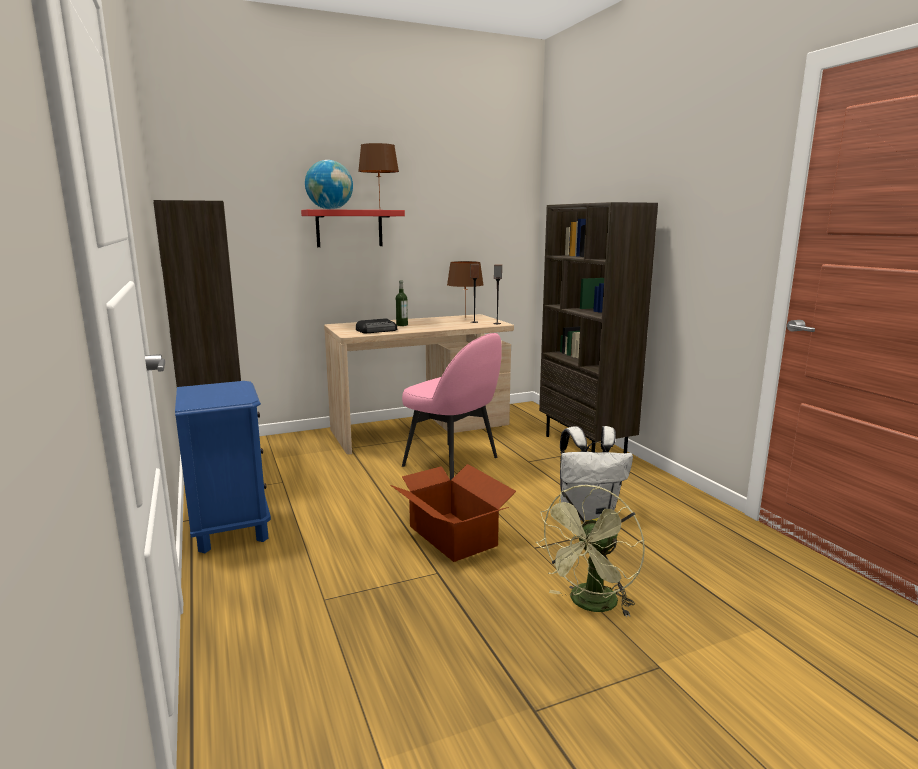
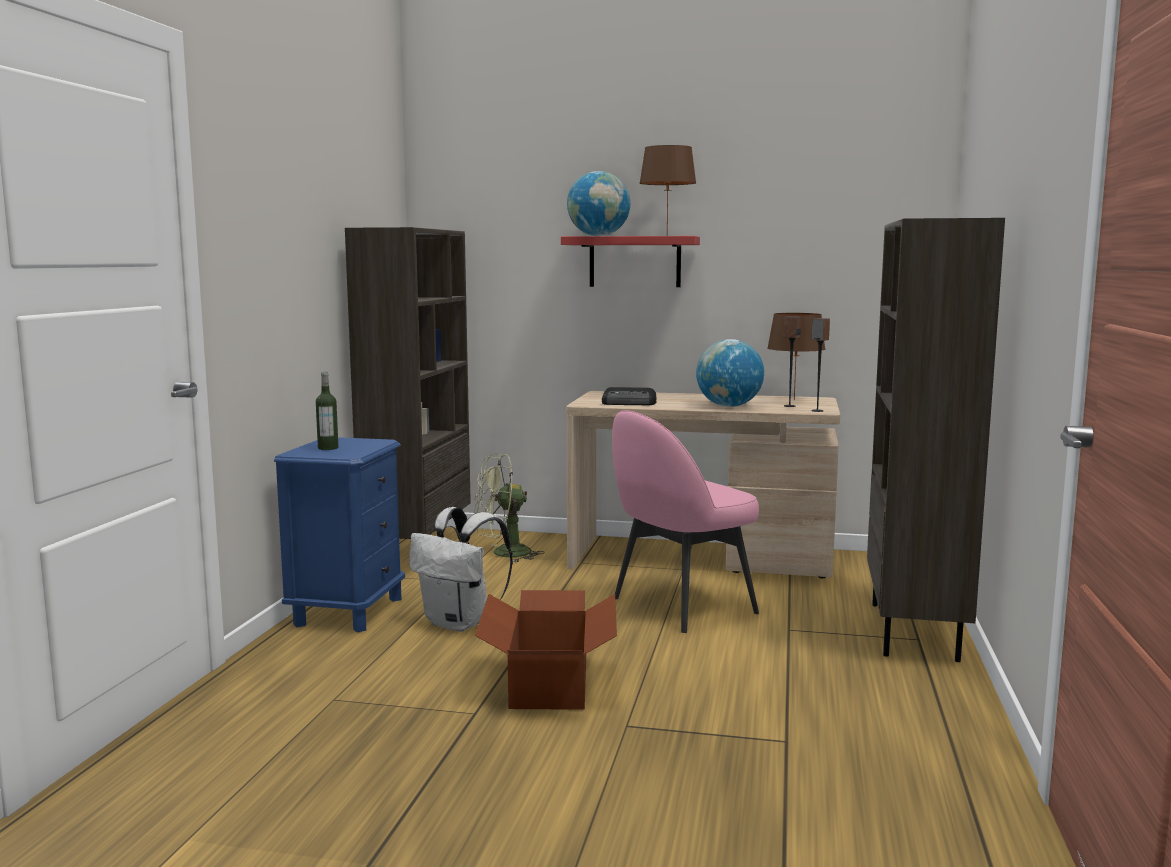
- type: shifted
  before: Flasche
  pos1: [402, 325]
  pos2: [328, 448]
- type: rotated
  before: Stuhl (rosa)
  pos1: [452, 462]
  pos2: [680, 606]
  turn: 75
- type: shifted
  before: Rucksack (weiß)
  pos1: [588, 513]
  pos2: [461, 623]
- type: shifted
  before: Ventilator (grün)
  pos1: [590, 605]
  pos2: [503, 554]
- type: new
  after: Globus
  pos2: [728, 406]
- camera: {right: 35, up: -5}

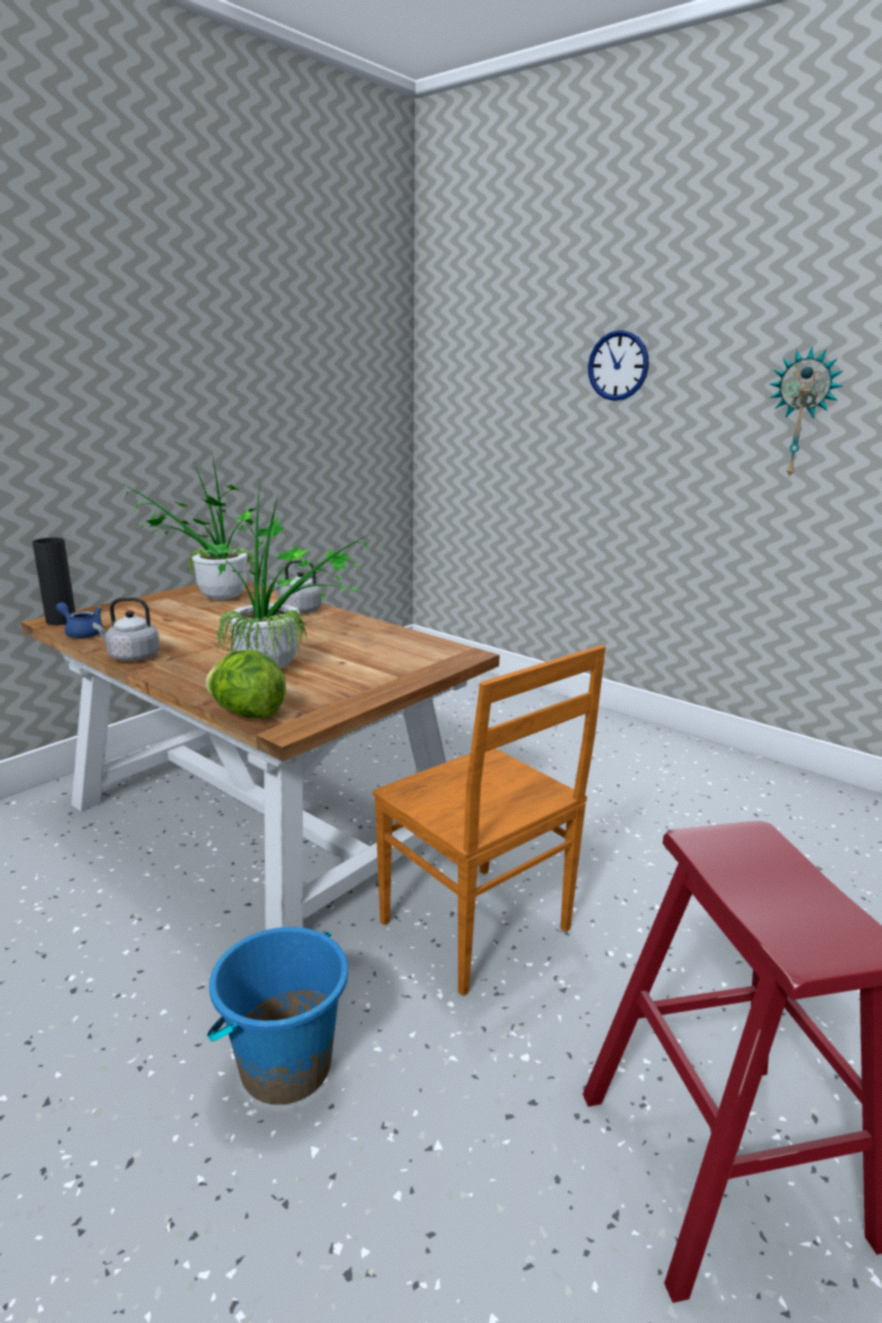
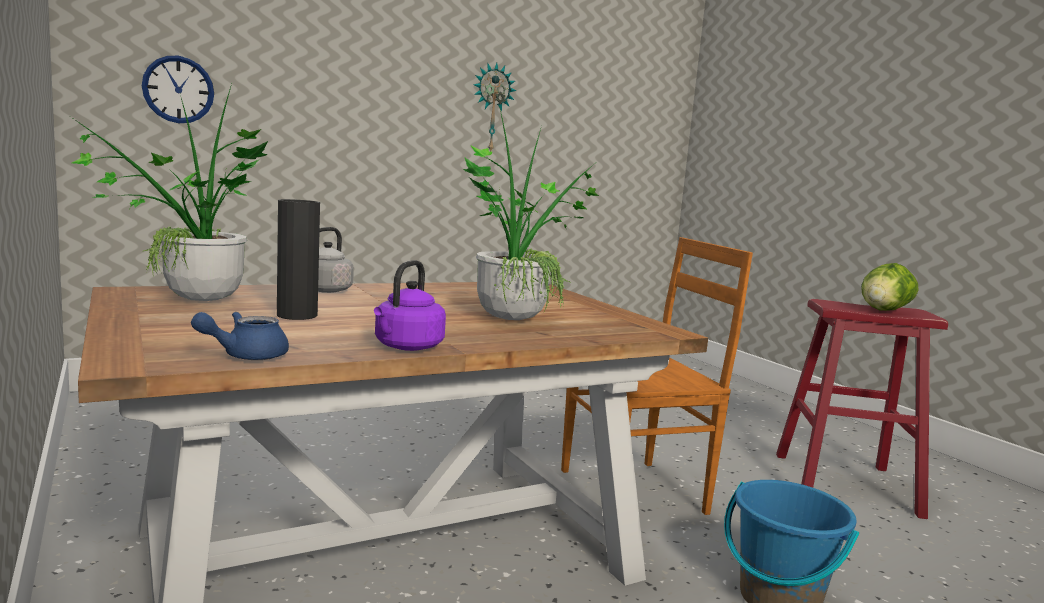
- type: shifted
  before: Wanduhr
  pos1: [618, 366]
  pos2: [178, 89]
- type: shifted
  before: Vase (schwarz)
  pos1: [61, 621]
  pos2: [297, 315]
- type: repainted
  before: Wasserkessel (grau)
  after: Wasserkessel (lila)
  pos1: [131, 657]
  pos2: [407, 347]
- type: shifted
  before: Salatkopf
  pos1: [247, 714]
  pos2: [884, 310]
- camera: {right: -70, up: -10}

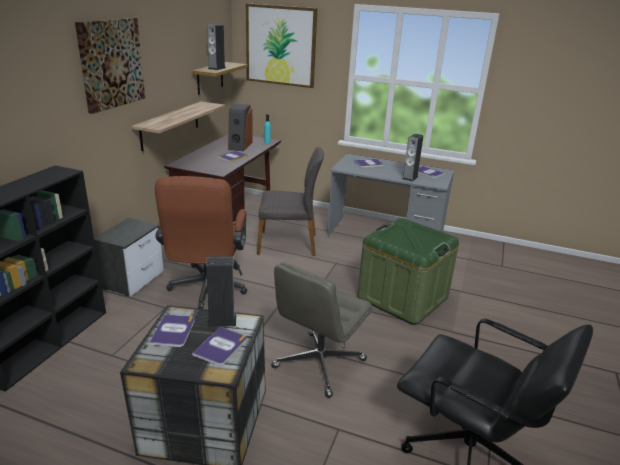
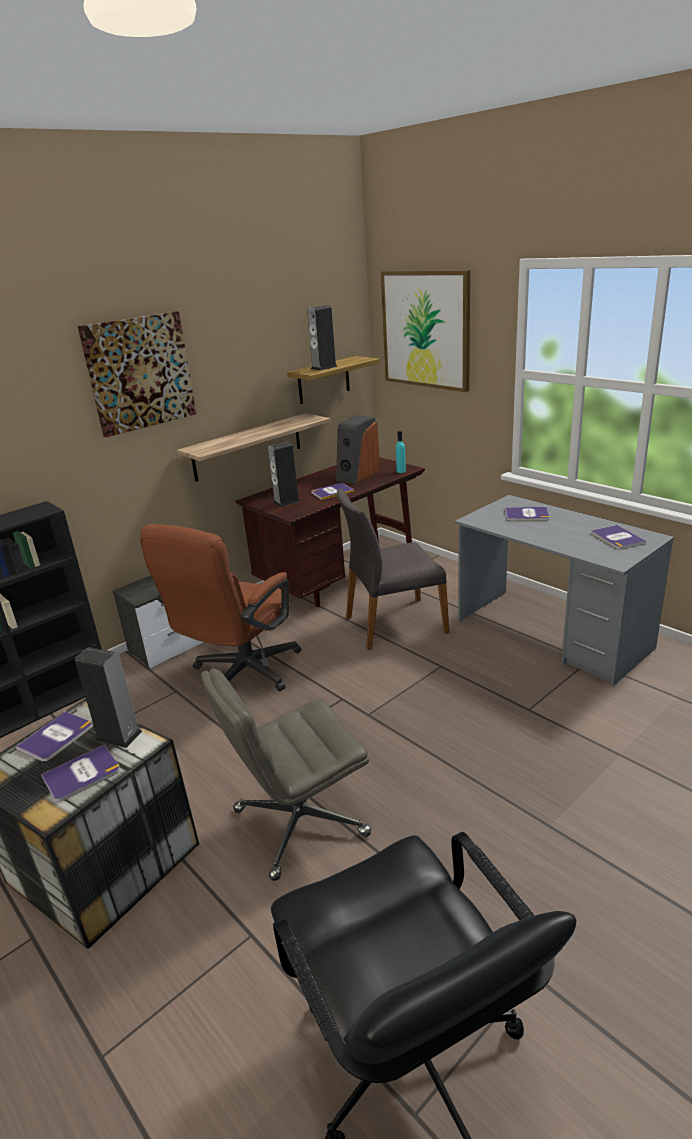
- type: shifted
  before: Lautsprecher
  pos1: [410, 177]
  pos2: [286, 502]
- type: rotated
  before: Stuhl (grau)
  pos1: [288, 243]
  pos2: [394, 624]
  turn: 135
- type: gone
  before: Aufbewahrungsbox (grün)
  pos1: [402, 297]
- camera: {right: 30, up: 0}

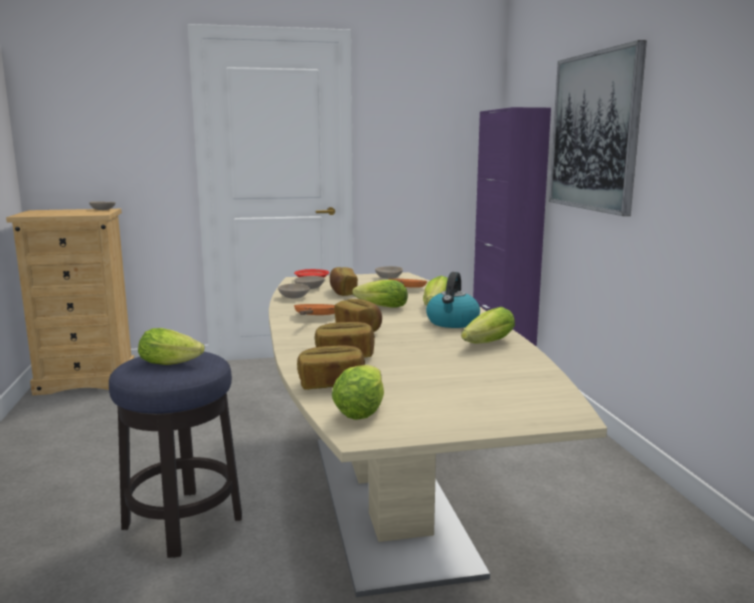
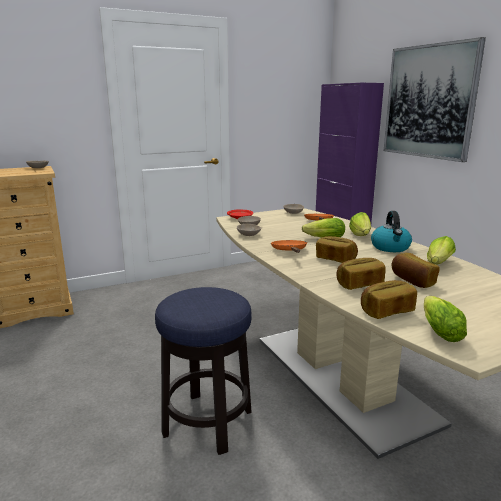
- type: shifted
  before: Brot
  pos1: [342, 292]
  pos2: [412, 281]
- type: gone
  before: Salatkopf
  pos1: [173, 363]
- camera: {right: -15, up: 5}

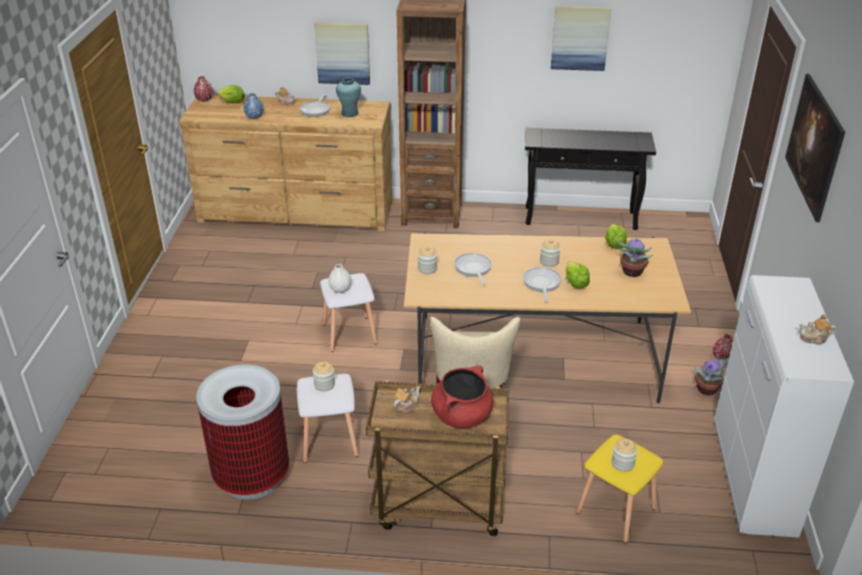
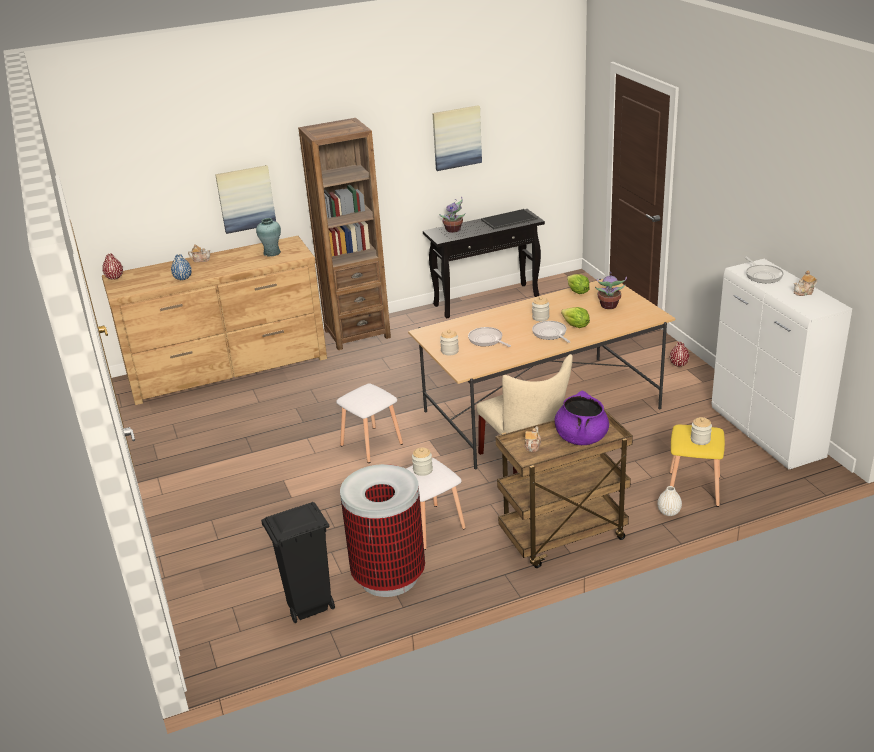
- type: gone
  before: Bild
  pos1: [808, 167]
- type: gone
  before: Salatkopf
  pos1: [232, 102]
- type: shifted
  before: Pfanne
  pos1: [316, 110]
  pos2: [762, 275]
- type: shifted
  before: Vase (weiß)
  pos1: [340, 289]
  pos2: [669, 512]
- type: shifted
  before: Topfpflanze
  pos1: [707, 390]
  pos2: [454, 230]
- type: repainted
  before: Kochtopf (rot)
  after: Kochtopf (lila)
  pos1: [462, 415]
  pos2: [581, 438]
- type: new
  after: Tablett
  pos2: [509, 220]
- type: new
  after: Mülleimer (schwarz)
  pos2: [308, 607]
- camera: {right: -25, up: -5}

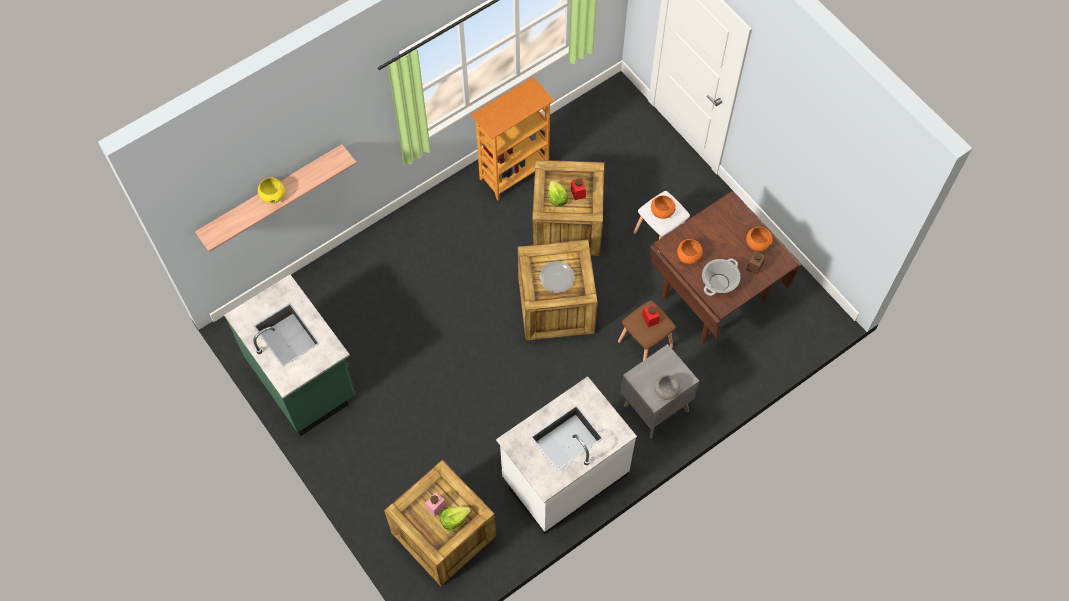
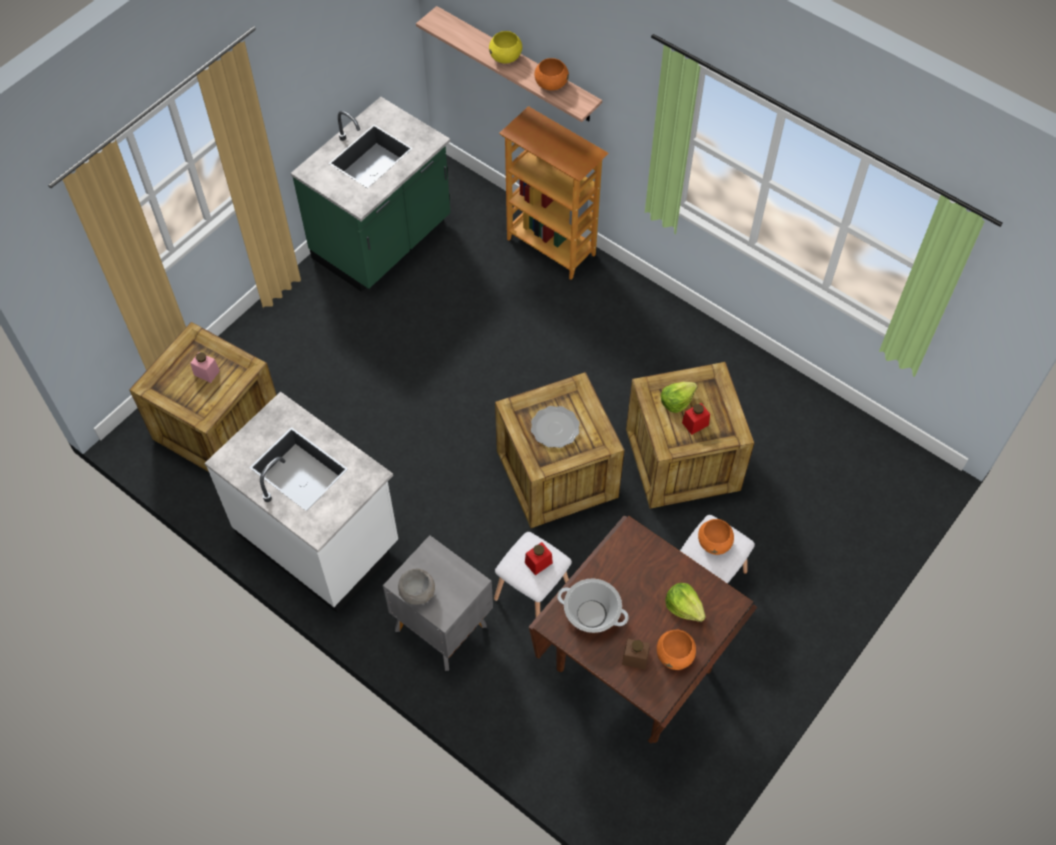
- type: shifted
  before: Bücherregal
  pos1: [514, 173]
  pos2: [552, 246]
- type: shifted
  before: Schüssel (orange)
  pos1: [688, 256]
  pos2: [551, 84]
- type: repainted
  before: Hocker (braun)
  after: Hocker (weiß)
  pos1: [644, 344]
  pos2: [532, 593]
- type: shifted
  before: Salatkopf
  pos1: [454, 519]
  pos2: [684, 607]
- camera: {right: 75, up: -5}

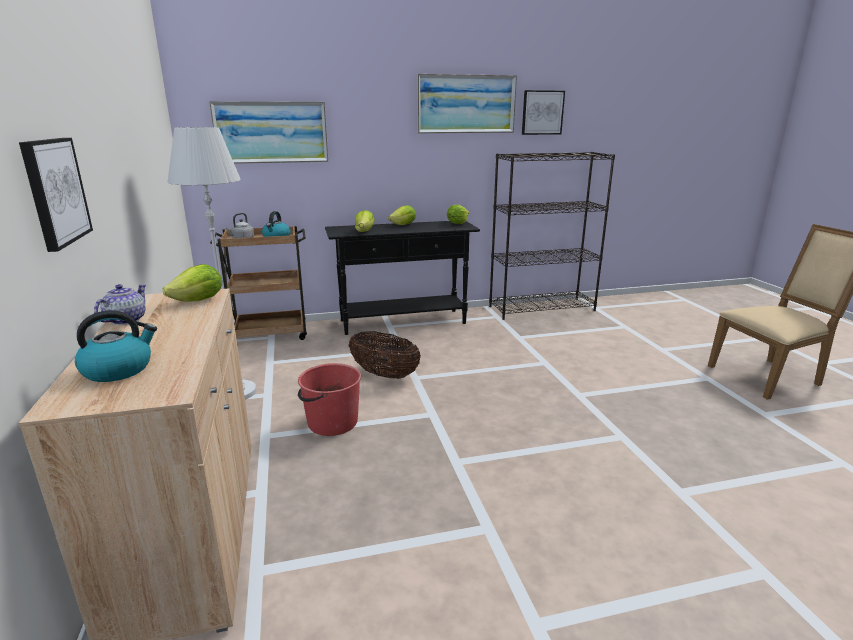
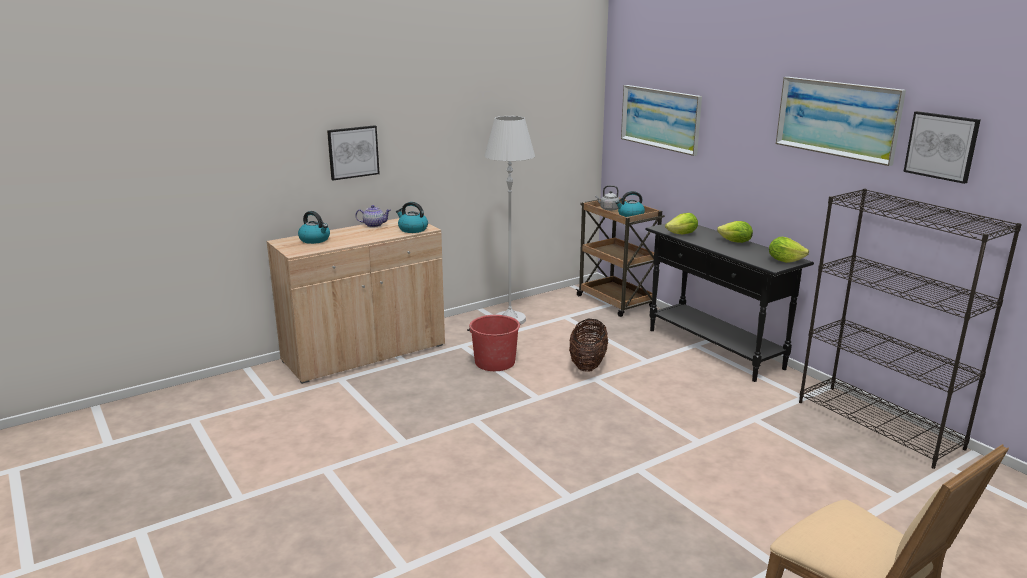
- type: swapped
  before: Salatkopf
  after: Wasserkessel
  pos1: [199, 301]
  pos2: [412, 229]
- camera: {right: 70, up: 0}

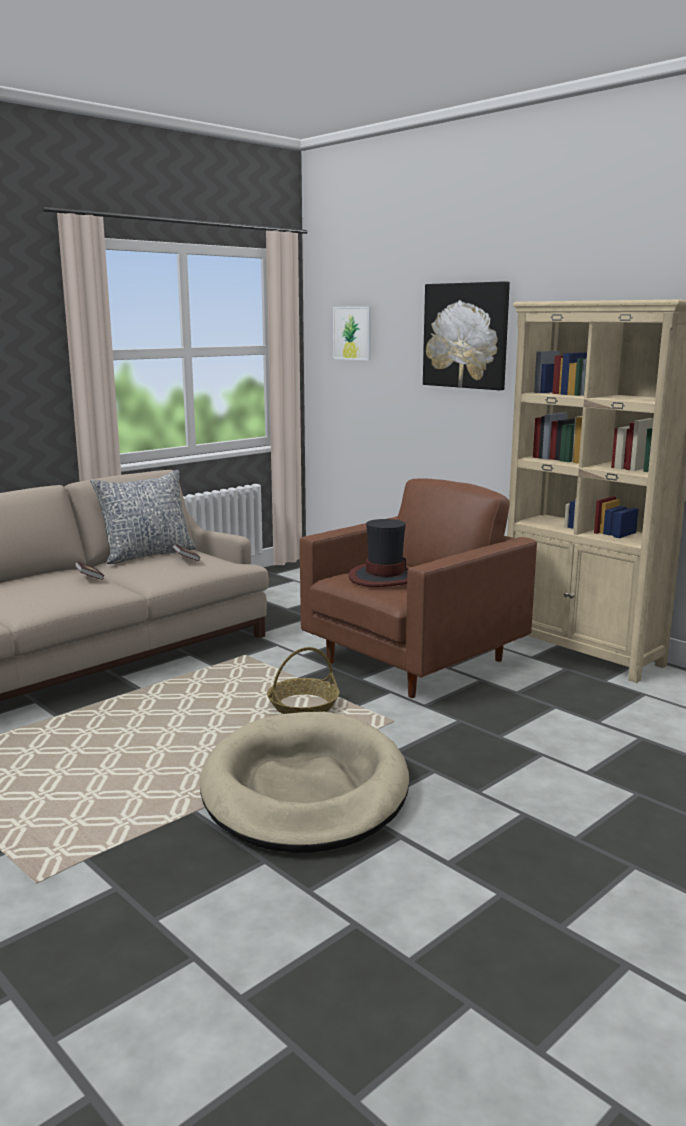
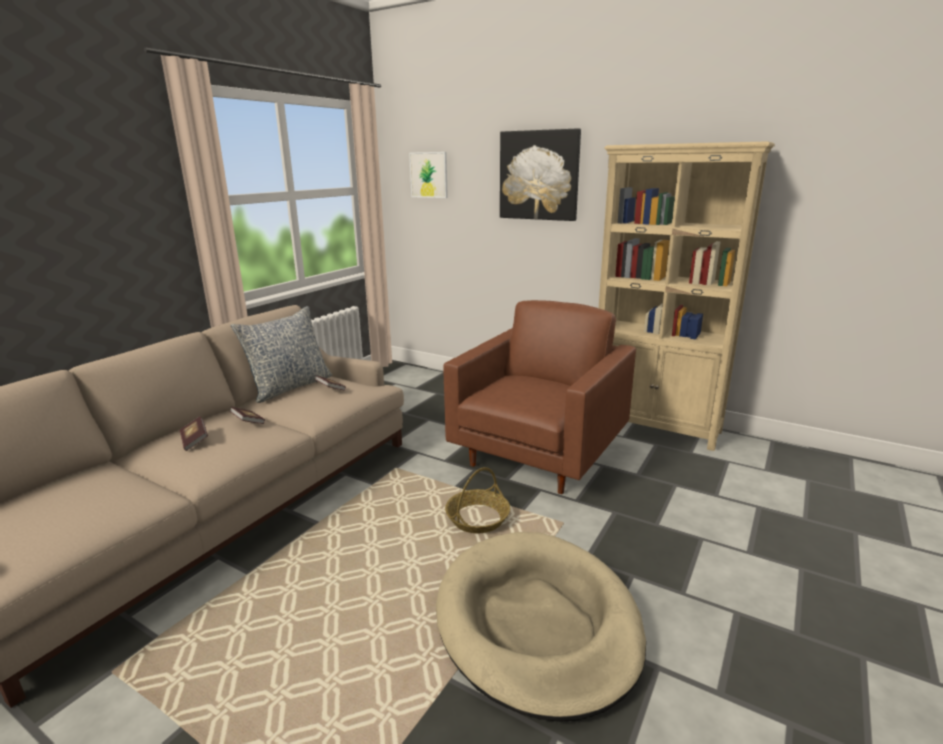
- type: gone
  before: Hut
  pos1: [384, 577]
- type: new
  after: Buch
  pos2: [195, 441]
- camera: {right: -15, up: 5}

